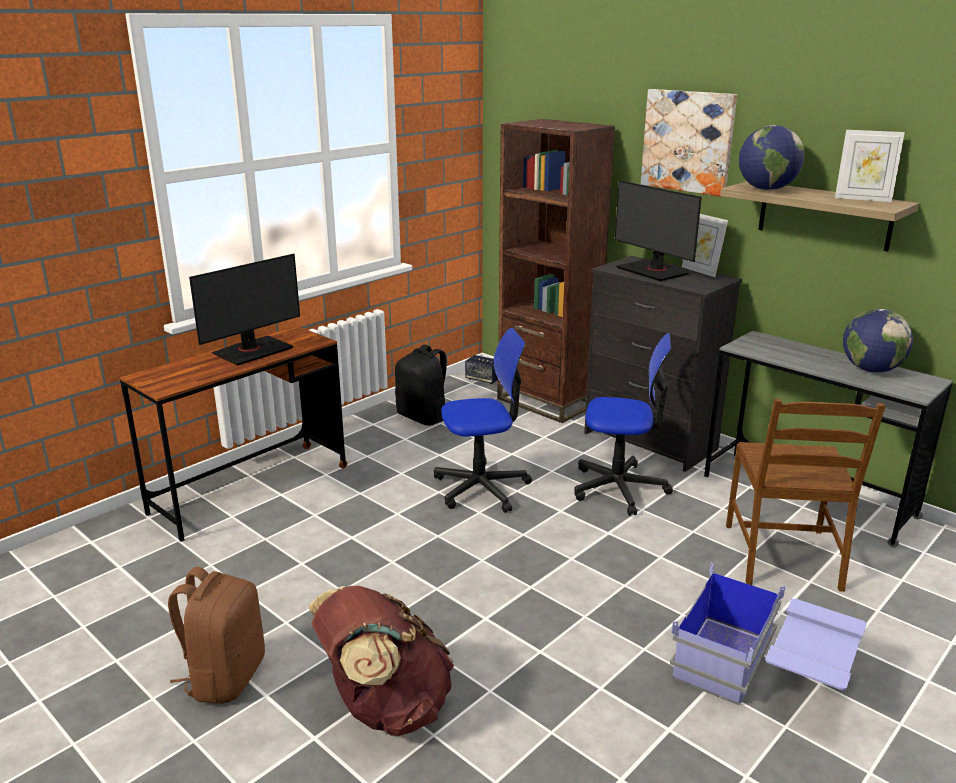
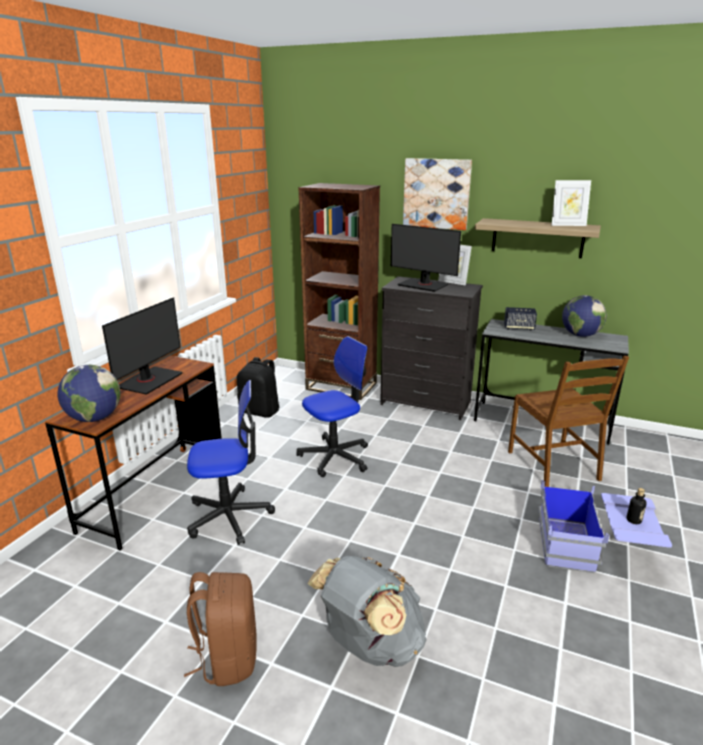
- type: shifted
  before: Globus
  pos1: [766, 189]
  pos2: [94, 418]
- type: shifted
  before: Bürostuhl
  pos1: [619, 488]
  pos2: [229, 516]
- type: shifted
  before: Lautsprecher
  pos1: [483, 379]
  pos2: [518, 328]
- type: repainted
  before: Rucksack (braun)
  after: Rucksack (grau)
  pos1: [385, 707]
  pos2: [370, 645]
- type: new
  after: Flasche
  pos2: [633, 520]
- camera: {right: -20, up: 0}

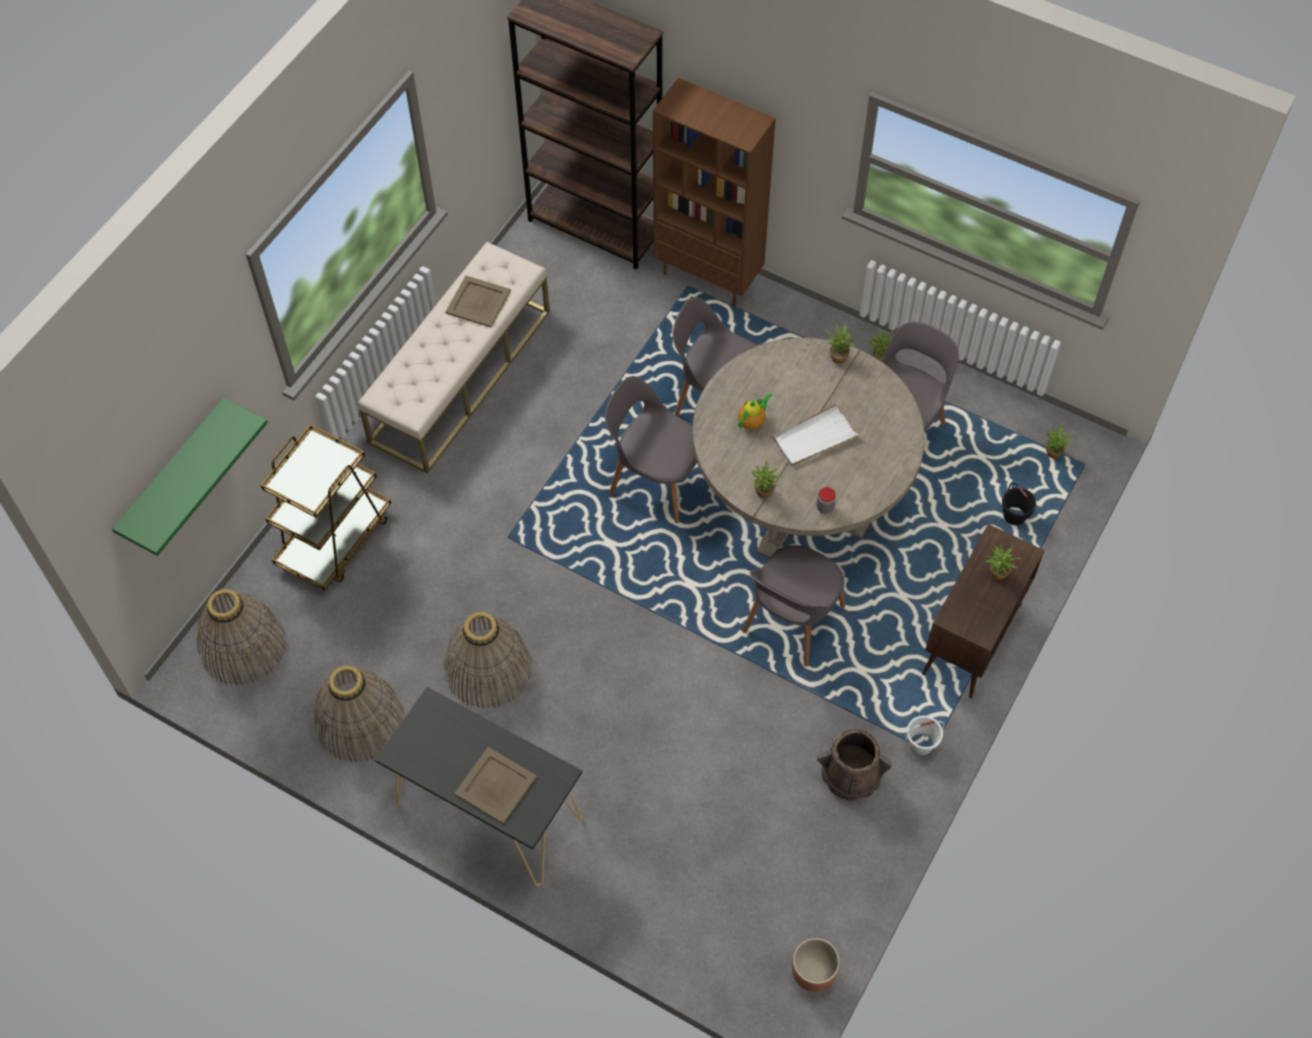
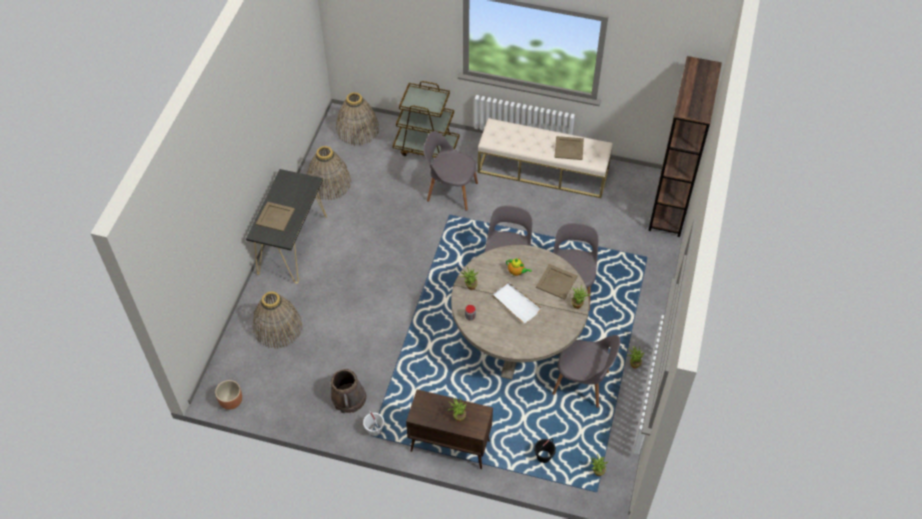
- type: gone
  before: Bücherregal (braun)
  pos1: [709, 276]
- type: gone
  before: Wandregal (grün)
  pos1: [173, 473]
- type: shifted
  before: Stuhl (grau)
  pos1: [792, 621]
  pos2: [450, 191]
- type: shifted
  before: Korb
  pos1: [488, 669]
  pos2: [277, 327]
- type: new
  after: Tablett (beige)
  pos2: [556, 282]
- camera: {right: 75, up: -5}

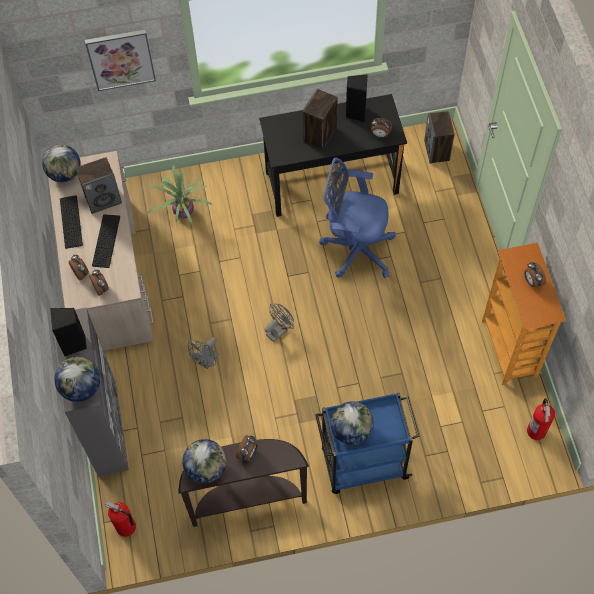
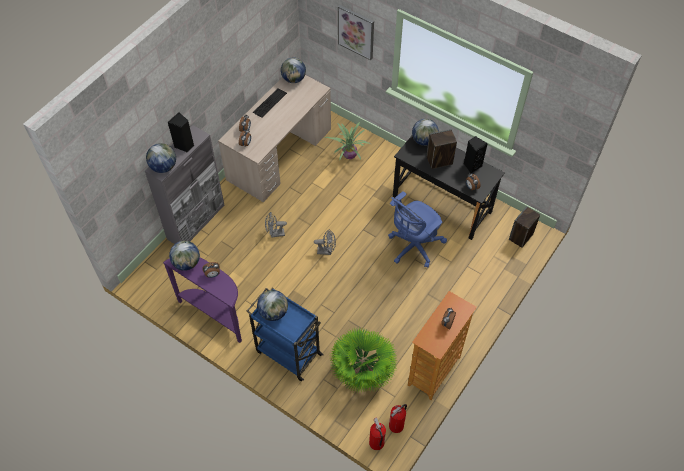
- type: gone
  before: Lautsprecher
  pos1: [103, 199]
- type: rotated
  before: Bürostuhl (blau)
  pos1: [355, 249]
  pos2: [413, 247]
  turn: -105
- type: gone
  before: Tastatur
  pos1: [106, 241]
- type: repainted
  before: Konsolentisch (braun)
  after: Konsolentisch (lila)
  pos1: [247, 500]
  pos2: [215, 314]
- type: shifted
  before: Feuerlöscher
  pos1: [126, 527]
  pos2: [376, 443]
- type: new
  after: Globus
  pos2: [424, 140]
- type: new
  after: Topfpflanze
  pos2: [363, 372]
- camera: {right: 45, up: -5}

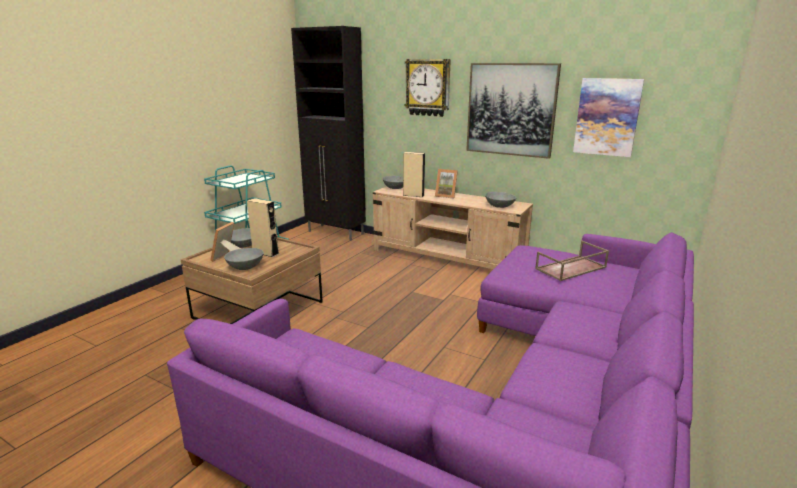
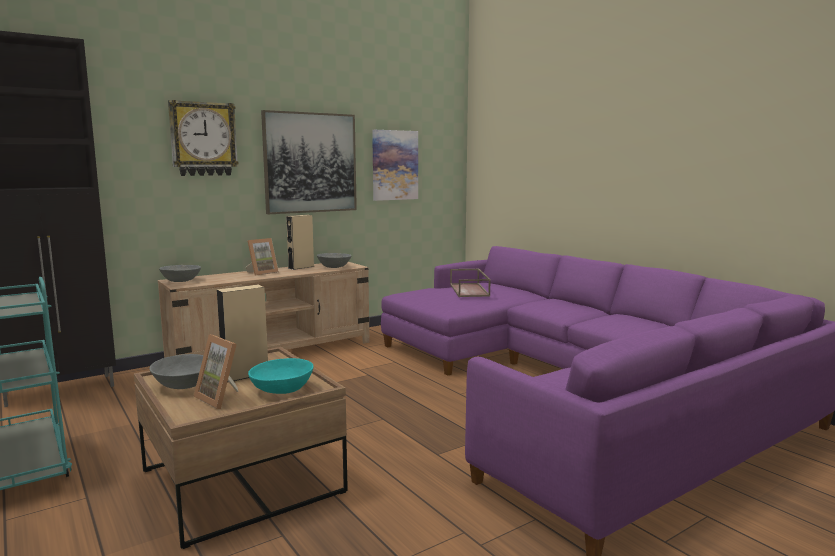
- type: shifted
  before: Lautsprecher (beige)
  pos1: [413, 195]
  pos2: [301, 267]
- type: repainted
  before: Schüssel (grau)
  after: Schüssel (türkis)
  pos1: [246, 267]
  pos2: [282, 389]
- camera: {right: -65, up: -10}

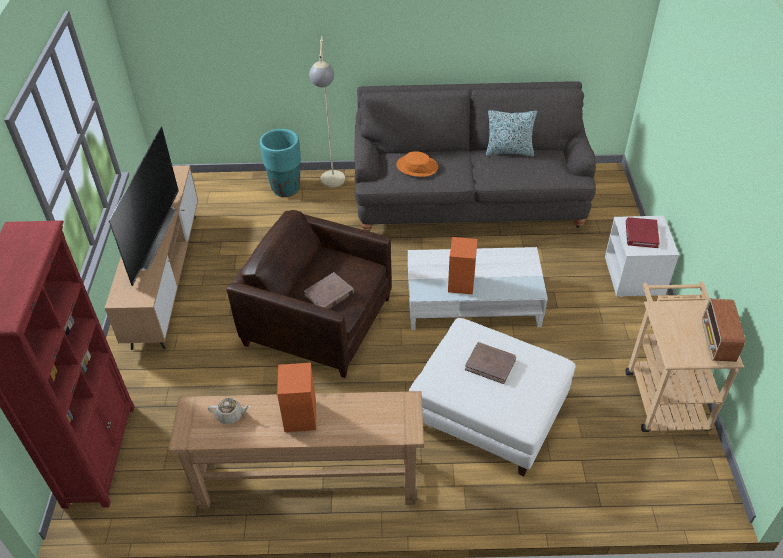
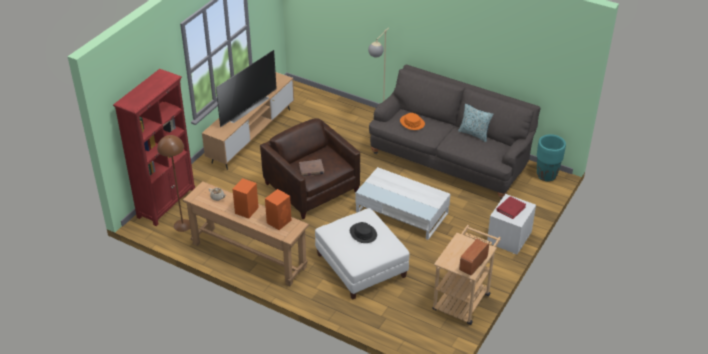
- type: shifted
  before: Pflanzkübel (türkis)
  pos1: [286, 189]
  pos2: [546, 175]
- type: shifted
  before: Lautsprecher (orange)
  pos1: [461, 282]
  pos2: [279, 221]
- type: swapped
  before: Buch (braun)
  after: Hut (schwarz)
  pos1: [490, 364]
  pos2: [363, 233]
- type: new
  after: Stehlampe (braun)
  pos2: [182, 225]
- camera: {right: 30, up: -5}

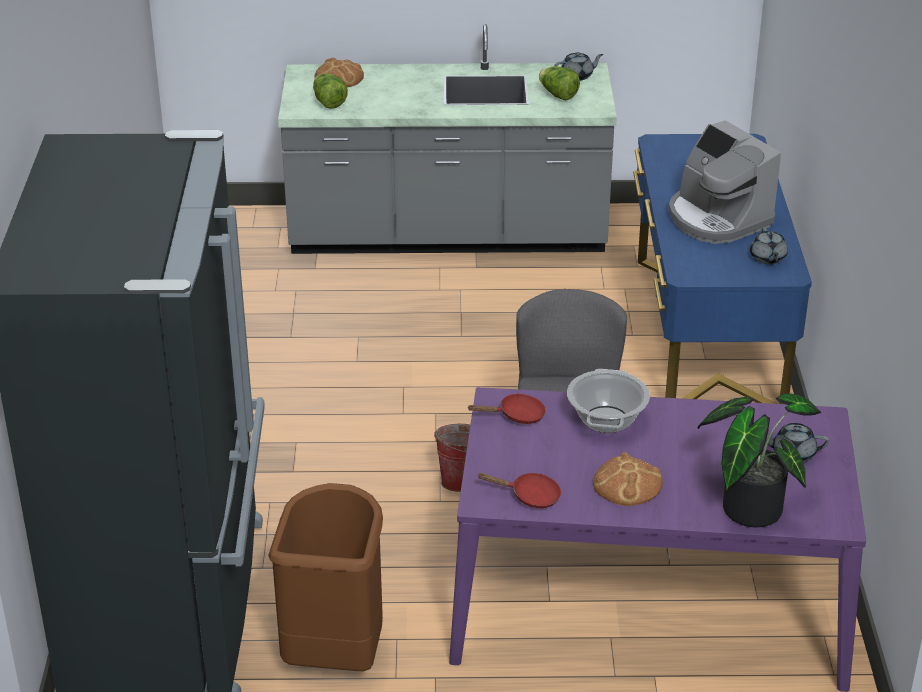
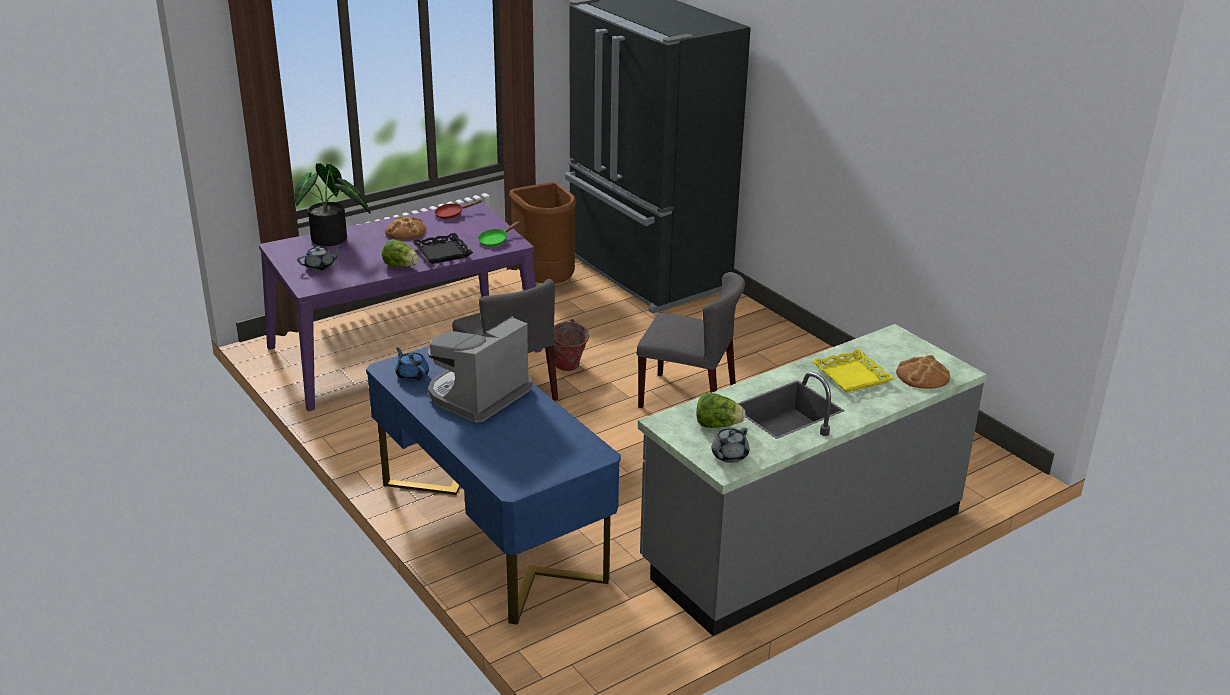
- type: shifted
  before: Salatkopf
  pos1: [328, 102]
  pos2: [401, 266]
- type: rotated
  before: Kaffeemaschine
  pos1: [717, 219]
  pos2: [478, 395]
  turn: -75
- type: repainted
  before: Teekanne (grau)
  after: Teekanne (blau)
  pos1: [767, 258]
  pos2: [412, 375]
- type: swapped
  before: Kochtopf
  after: Tablett (schwarz)
  pos1: [606, 419]
  pos2: [443, 252]
- type: repainted
  before: Pfanne (rot)
  after: Pfanne (grün)
  pos1: [517, 416]
  pos2: [495, 241]
- type: new
  after: Stuhl (grau)
  pos2: [688, 397]
- type: new
  after: Tablett (gelb)
  pos2: [852, 376]
- camera: {right: 145, up: -5}

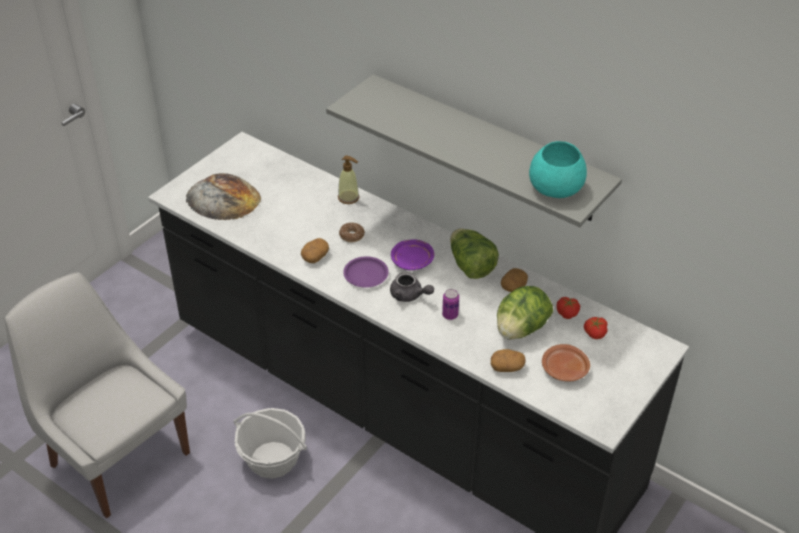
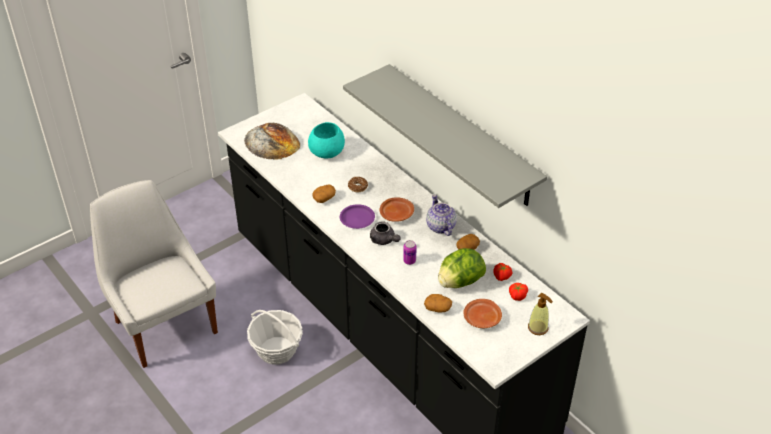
- type: shifted
  before: Schüssel (türkis)
  pos1: [555, 187]
  pos2: [327, 151]
- type: shifted
  before: Seifenspender
  pos1: [348, 198]
  pos2: [538, 328]
- type: swapped
  before: Salatkopf
  after: Teekanne
  pos1: [470, 266]
  pos2: [440, 226]
- type: repainted
  before: Teller (lila)
  after: Teller (braun)
  pos1: [412, 260]
  pos2: [397, 214]
- camera: {right: 15, up: 0}

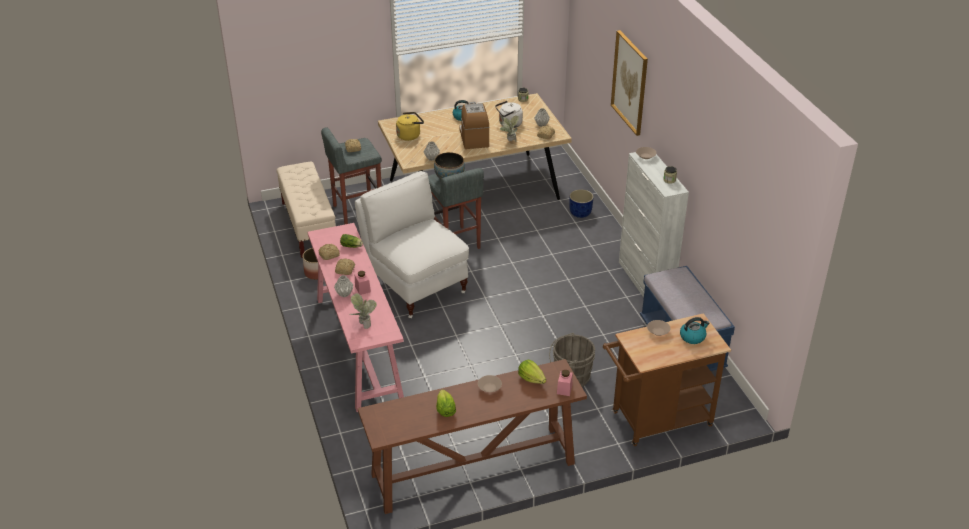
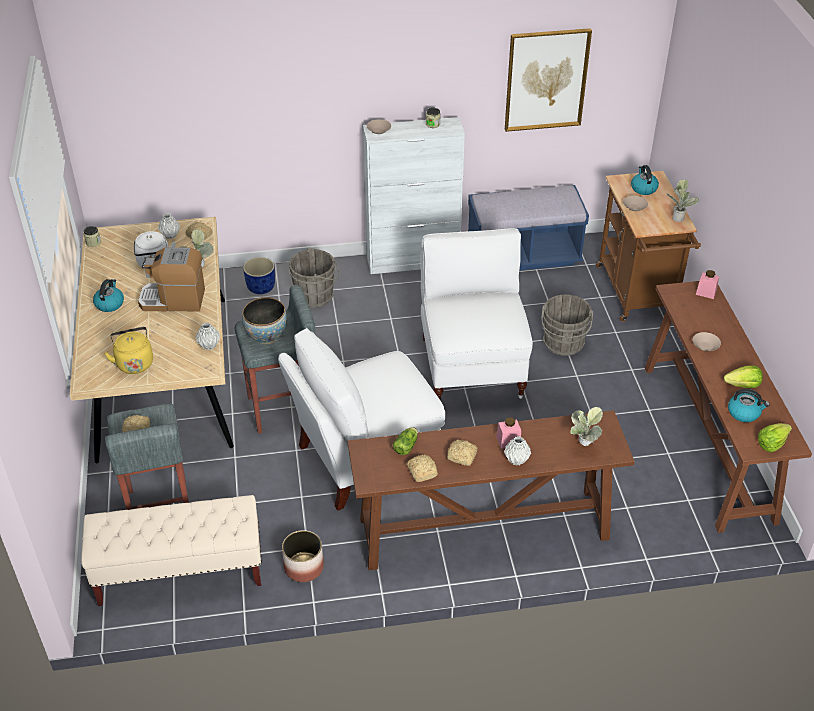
- type: shifted
  before: Bild
  pos1: [630, 82]
  pos2: [546, 80]
- type: repainted
  before: Konsolentisch (rosa)
  after: Konsolentisch (braun)
  pos1: [358, 346]
  pos2: [482, 529]
- type: shifted
  before: Salatkopf
  pos1: [531, 379]
  pos2: [772, 444]
- type: new
  after: Topfpflanze
  pos2: [678, 216]
- type: new
  after: Stuhl (weiß)
  pos2: [472, 366]
- type: new
  after: Eimer (grau)
  pos2: [316, 295]
- type: new
  after: Wasserkessel
  pos2: [744, 413]
- camera: {right: -80, up: 5}

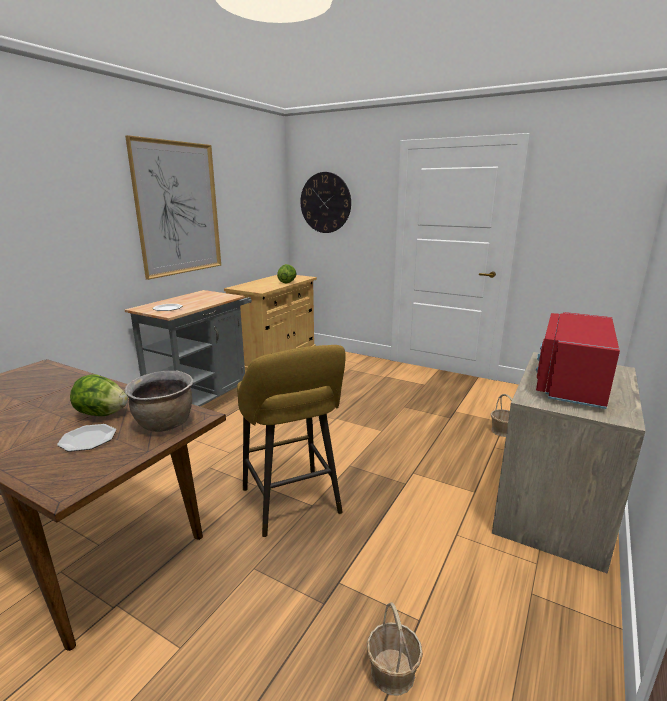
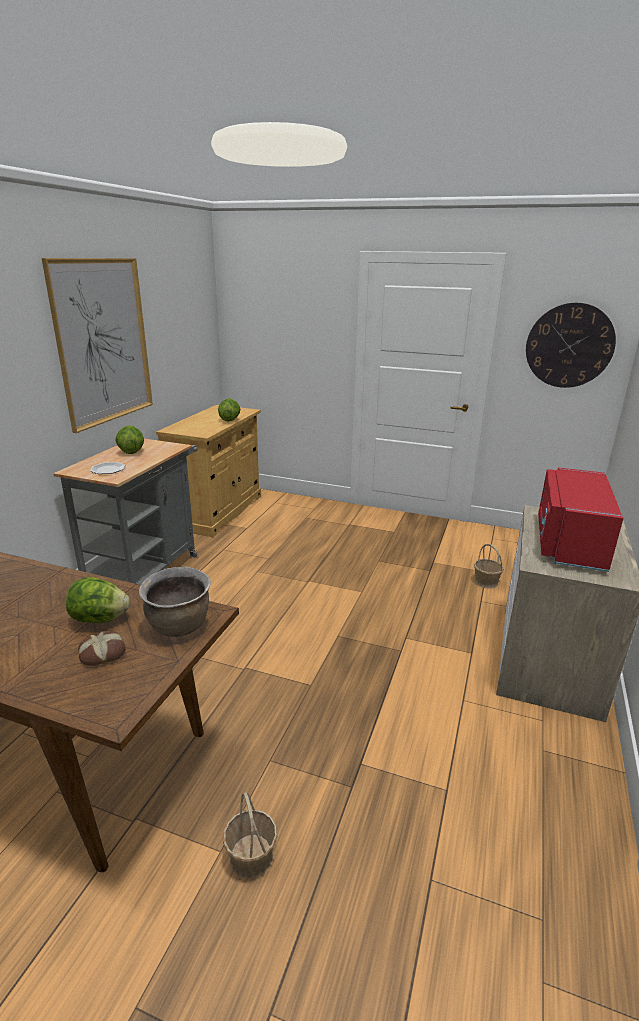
- type: shifted
  before: Wanduhr
  pos1: [325, 203]
  pos2: [569, 346]
- type: gone
  before: Hocker (gelb)
  pos1: [293, 504]
- type: swapped
  before: Teller
  after: Brot
  pos1: [87, 439]
  pos2: [102, 653]
- type: shifted
  before: Korb
  pos1: [392, 672]
  pos2: [251, 857]
- type: new
  after: Salatkopf
  pos2: [131, 452]
- camera: {right: -10, up: 5}

